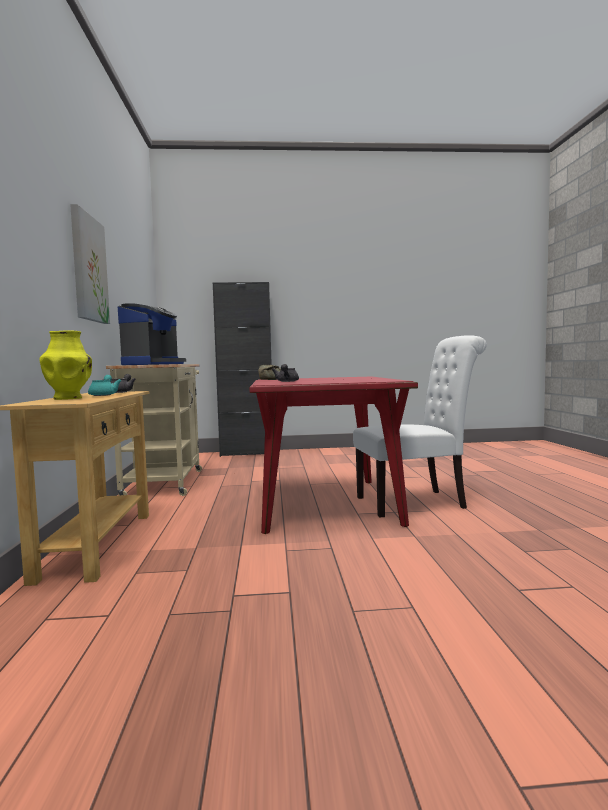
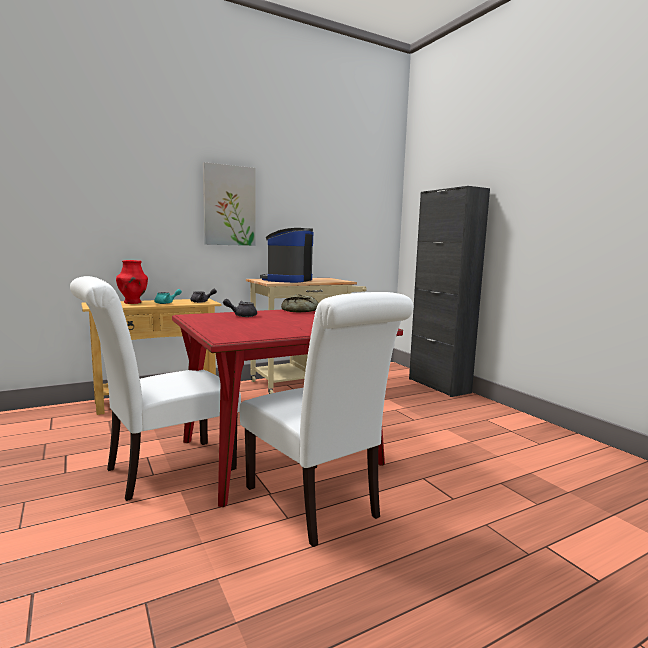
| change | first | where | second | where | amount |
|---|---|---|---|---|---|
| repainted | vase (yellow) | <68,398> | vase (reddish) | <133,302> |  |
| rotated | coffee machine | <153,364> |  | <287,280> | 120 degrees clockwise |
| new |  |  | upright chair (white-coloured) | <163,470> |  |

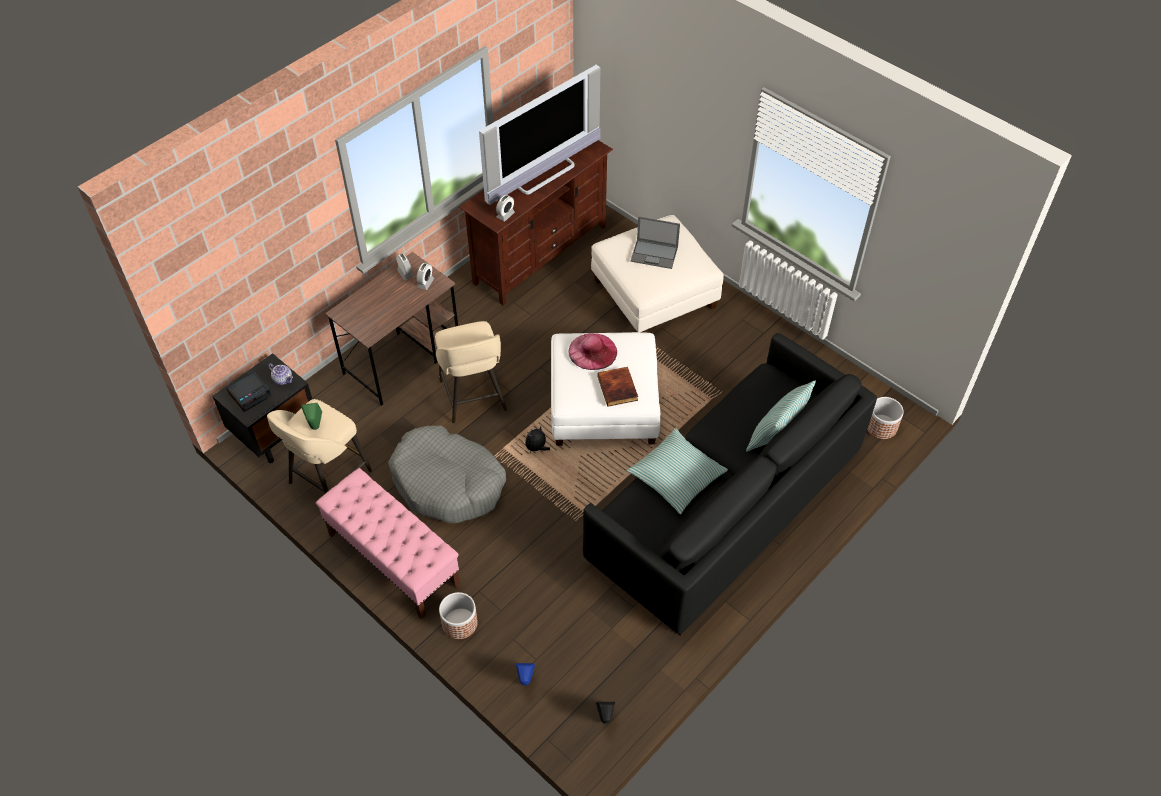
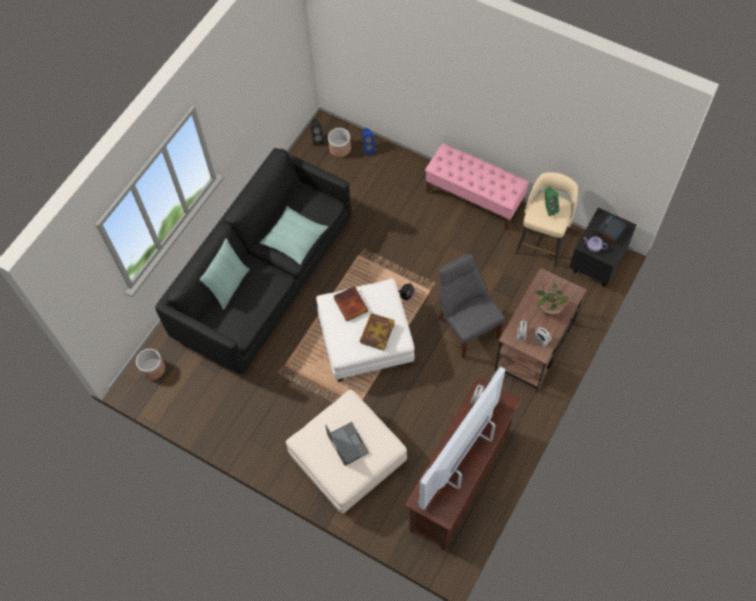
| change | first | where | second | where | amount |
|---|---|---|---|---|---|
| gone | dog cushion (gray) | <448,483> |  |  |  |
| swapped | sitting stool (beige) | <473,397> | upright chair (gray) | <466,326> |  |
| shifted | plant pot | <459,623> |  | <340,148> |  |
| swapped | clothing hat (pink) | <592,351> | bound book | <377,333> |  |
| rotated | notebook computer | <655,254> |  | <347,443> | 60 degrees clockwise |
| new |  |  | houseplant | <549,308> |  |

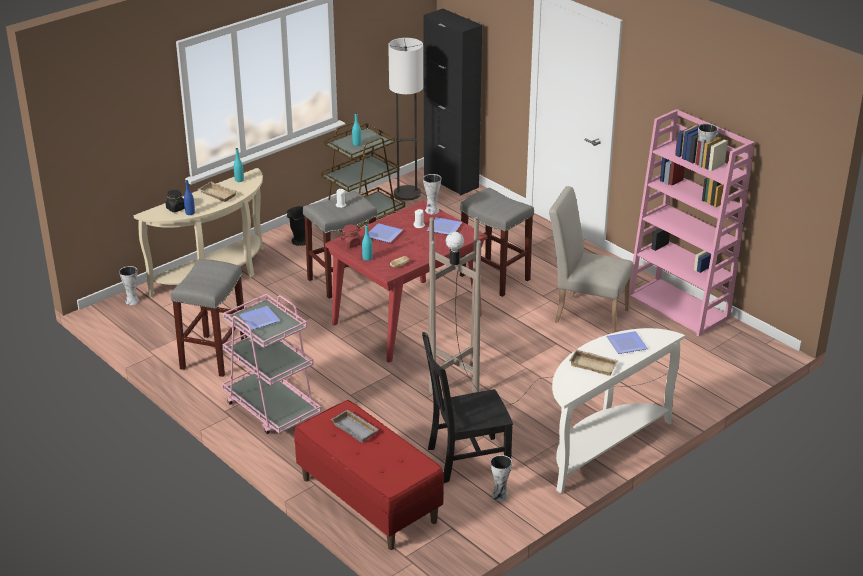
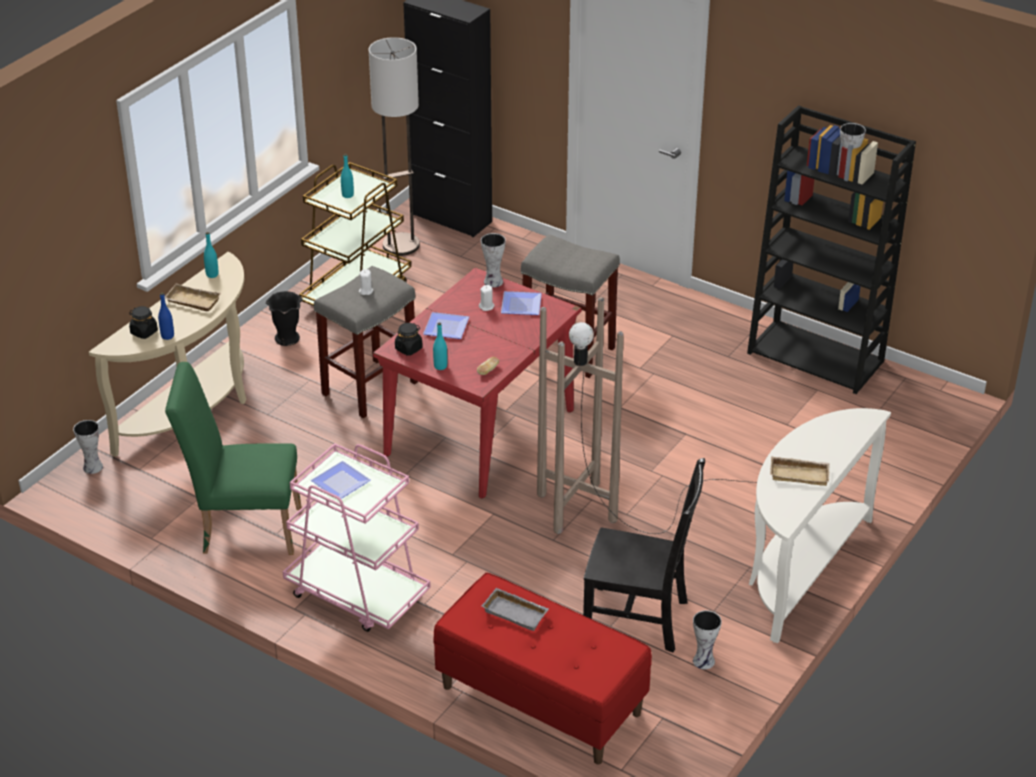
| change | first | where | second | where | amount |
|---|---|---|---|---|---|
| swapped | sitting stool (gray) | <214,355> | upright chair (green-coloured) | <243,528> |  |
| repainted | storage jar (reddish) | <351,244> | storage jar (black-coloured) | <408,348> |  |
| rotated | upright chair (black-coloured) | <465,459> |  | <639,619> | 135 degrees counterclockwise |
| gone | upright chair (beige) | <586,313> |  |  |  |
| gone | flat dish | <626,345> |  |  |  |
| repainted | bookshelf (pink) | <679,307> | bookshelf (black-coloured) | <817,357> |  |

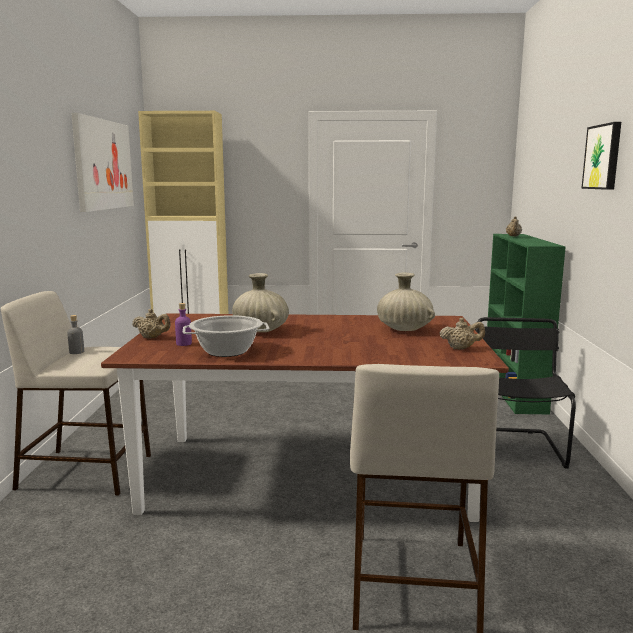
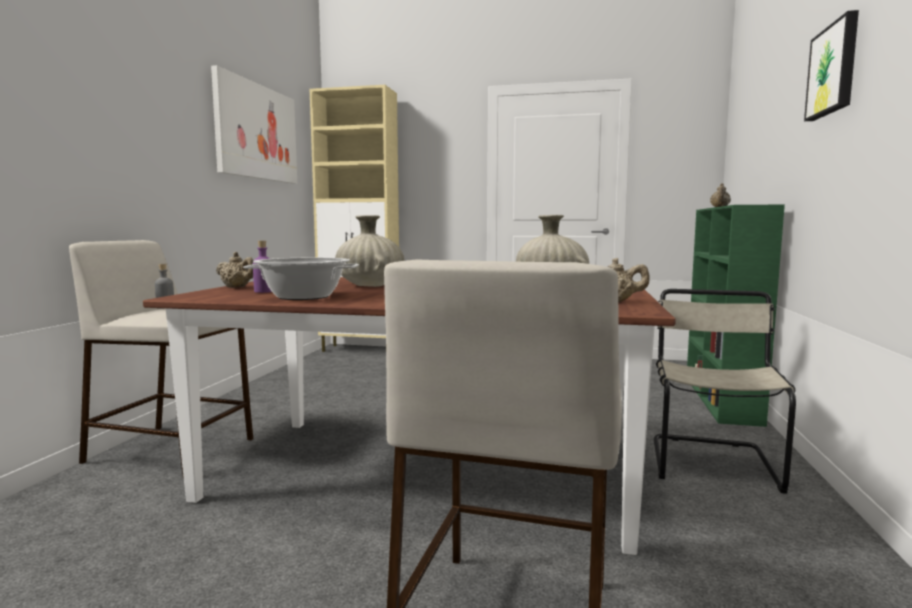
| change | first | where | second | where | amount |
|---|---|---|---|---|---|
| repainted | upright chair (black-coloured) | <515,447> | upright chair (beige) | <711,461> |  |

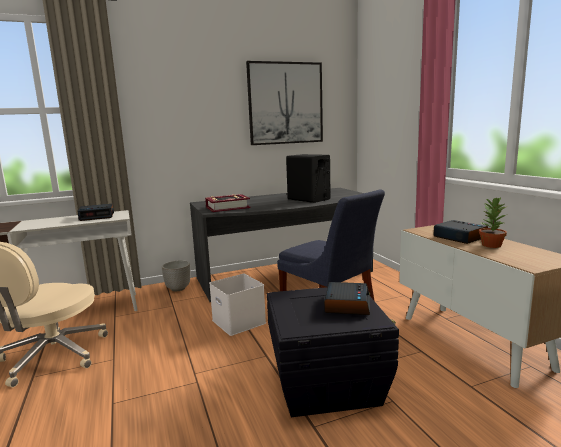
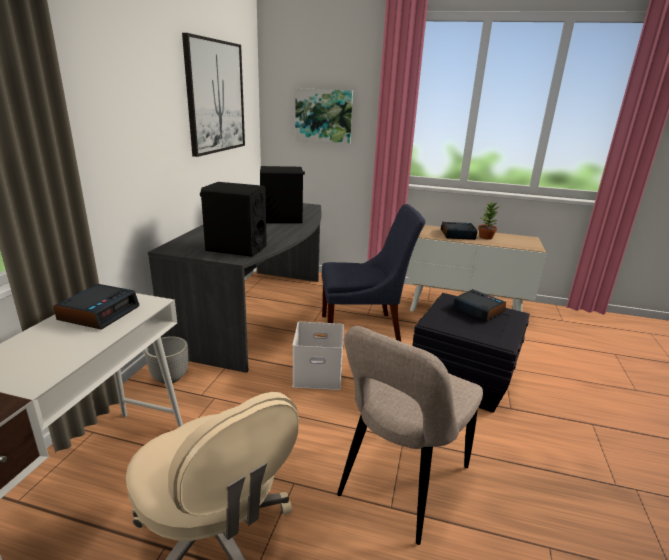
| change | first | where | second | where | amount |
|---|---|---|---|---|---|
| swapped | bound book | <227,207> | loudspeaker (black-coloured) | <236,248> |  |
| new |  |  | wall art | <324,116> |  |
| new |  |  | upright chair (beige) | <400,484> |  |

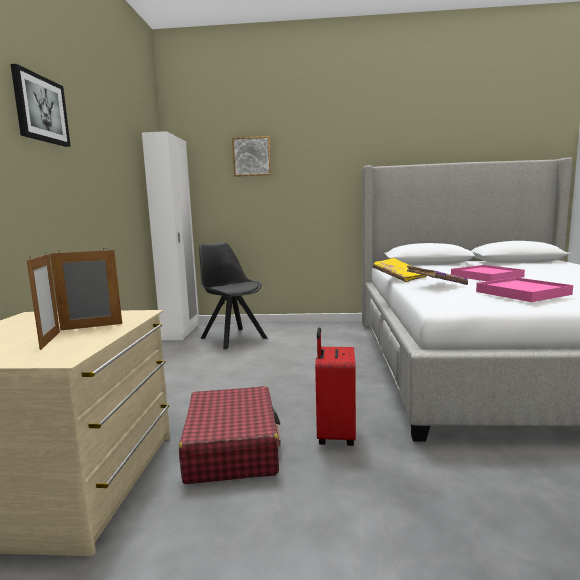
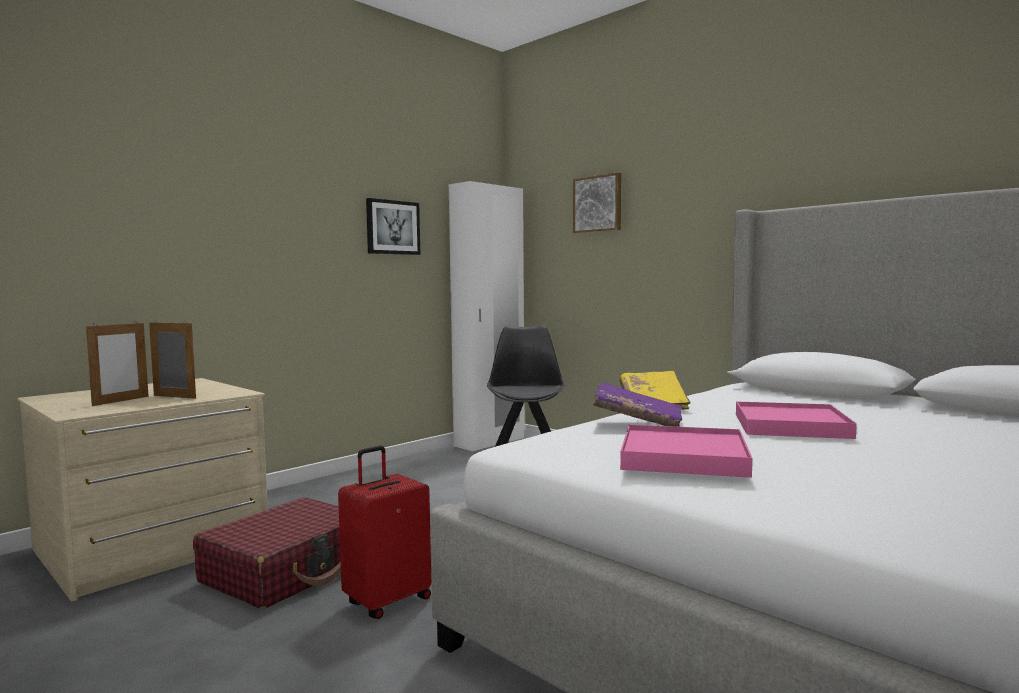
| change | first | where | second | where | amount |
|---|---|---|---|---|---|
| shifted | wall art | <40,109> |  | <392,227> |  |

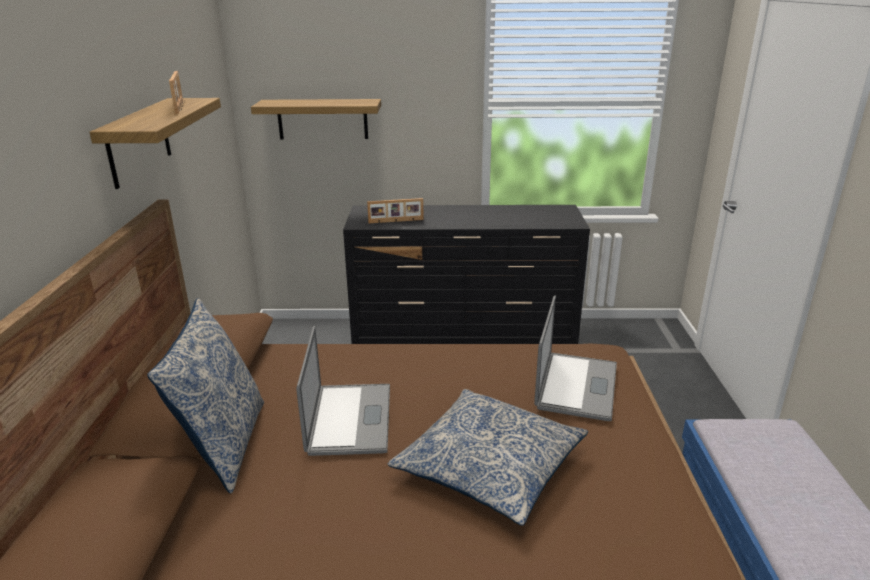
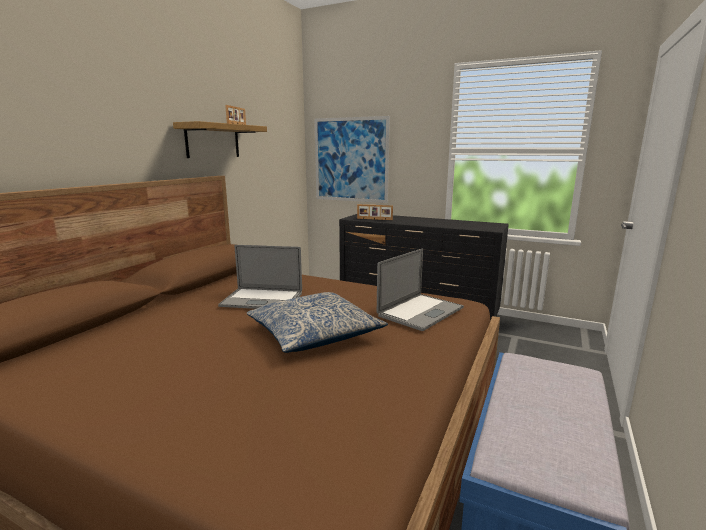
| change | first | where | second | where | amount |
|---|---|---|---|---|---|
| gone | cushion | <224,445> |  |  |  |
| swapped | bracket shelf | <322,119> | wall art | <351,160> |  |
| rotated | notebook computer | <350,419> |  | <262,299> | 75 degrees clockwise |

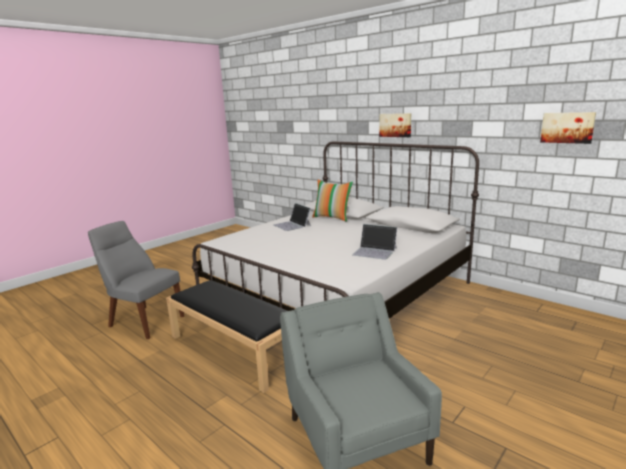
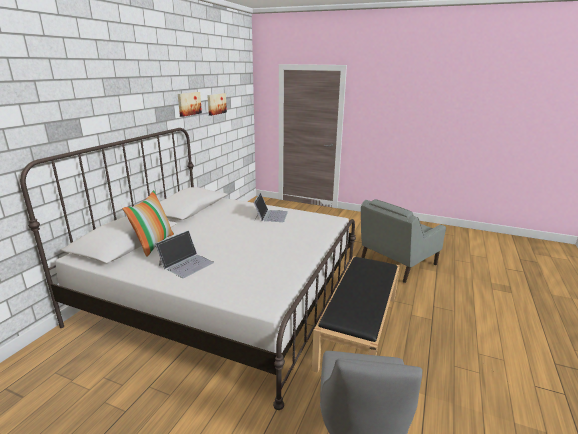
| change | first | where | second | where | amount |
|---|---|---|---|---|---|
| shifted | wall art | <395,125> |  | <188,103> |  |

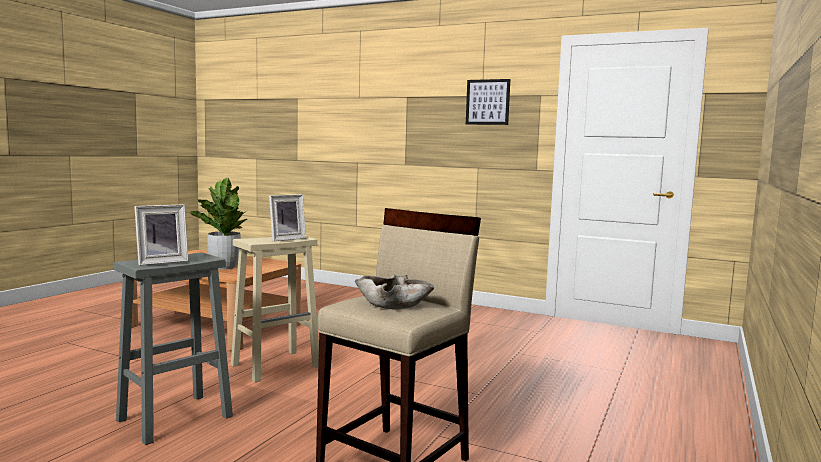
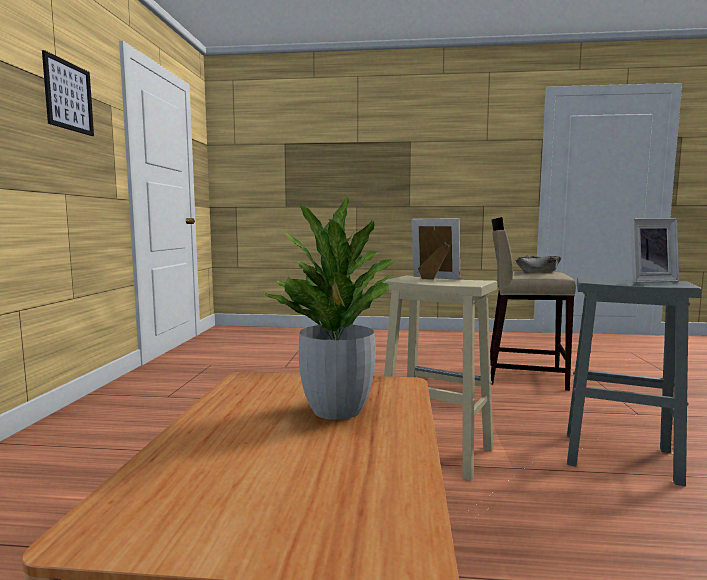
| change | first | where | second | where | amount |
|---|---|---|---|---|---|
| rotated | standing frame | <161,262> |  | <648,281> | 135 degrees clockwise |

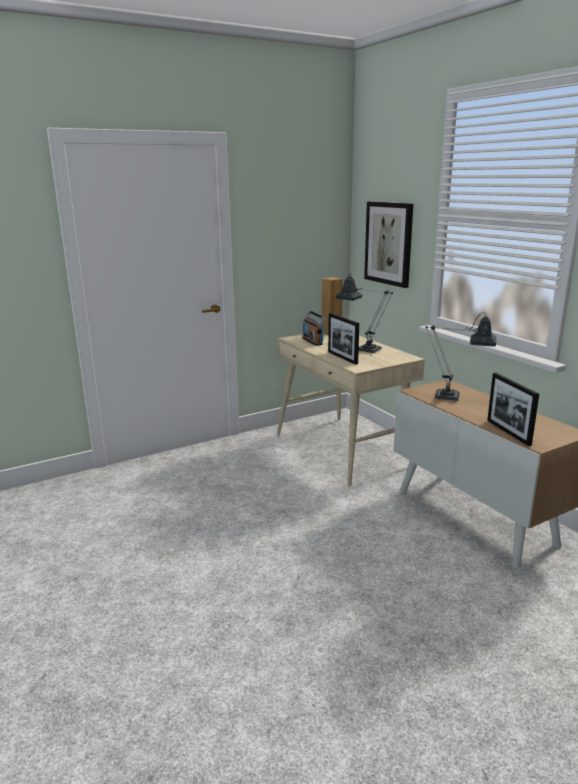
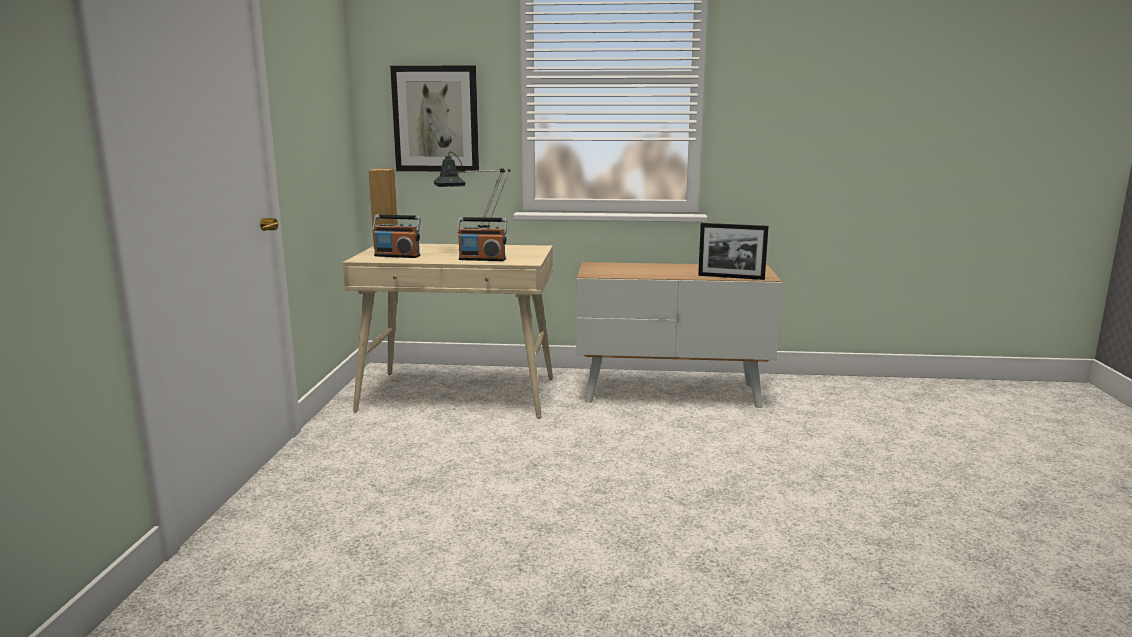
| change | first | where | second | where | amount |
|---|---|---|---|---|---|
| swapped | standing frame | <342,357> | radio receiver | <482,259> |  |
| gone | table lamp | <454,397> |  |  |  |

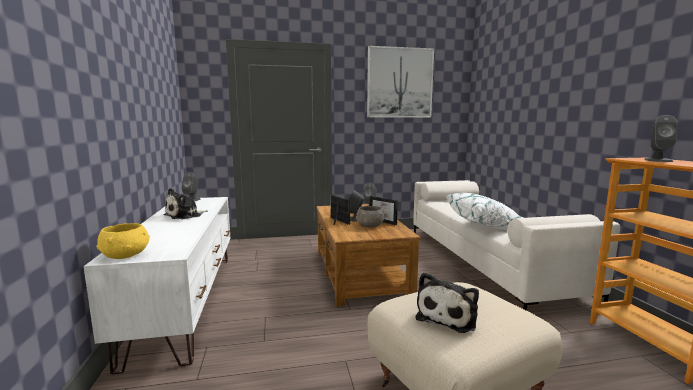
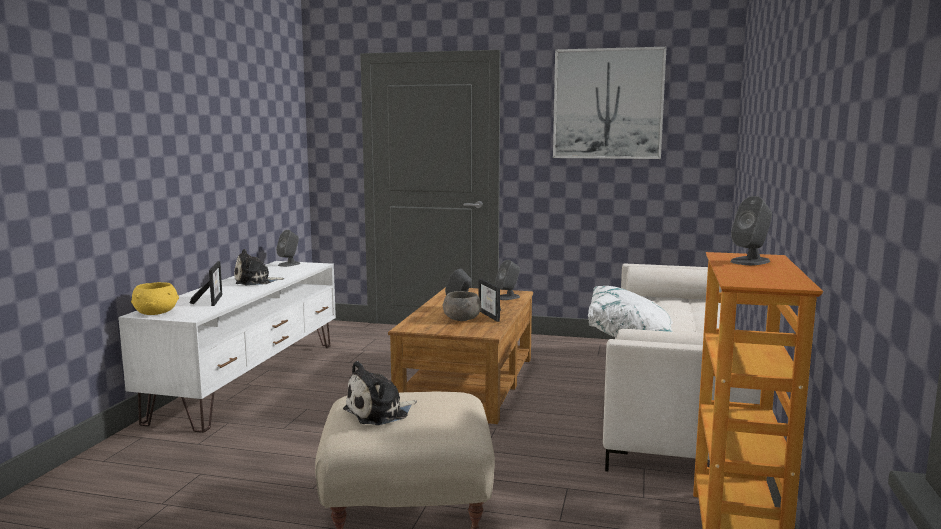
| change | first | where | second | where | amount |
|---|---|---|---|---|---|
| shifted | standing frame | <337,221> |  | <212,300> |  |

